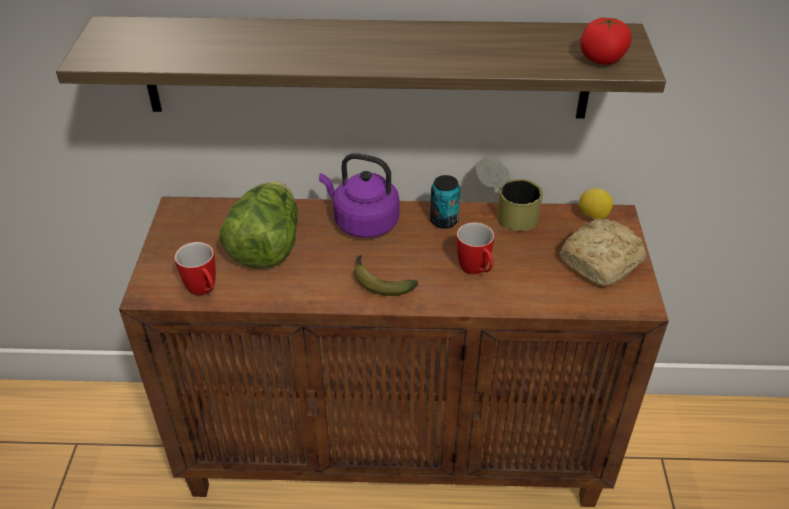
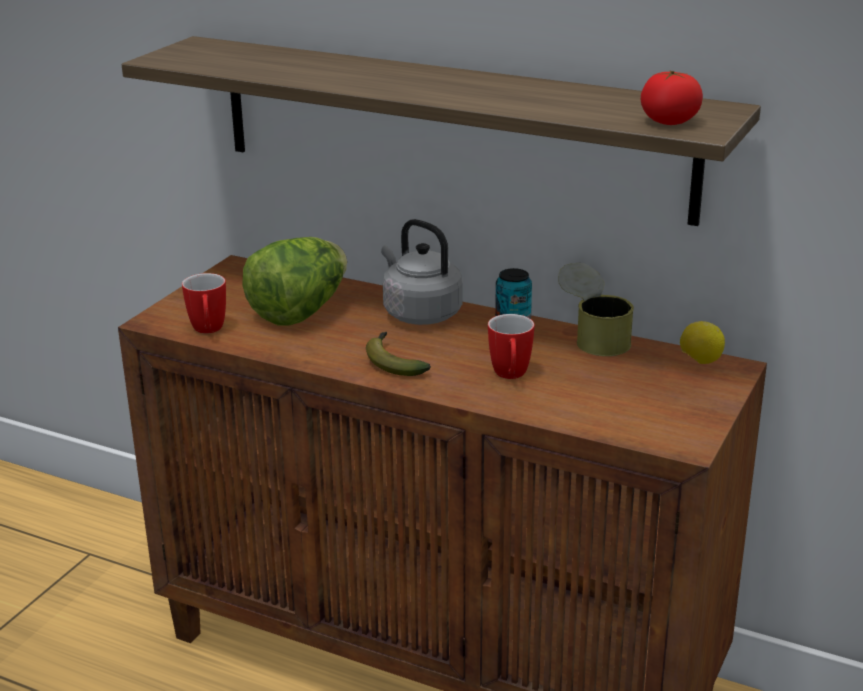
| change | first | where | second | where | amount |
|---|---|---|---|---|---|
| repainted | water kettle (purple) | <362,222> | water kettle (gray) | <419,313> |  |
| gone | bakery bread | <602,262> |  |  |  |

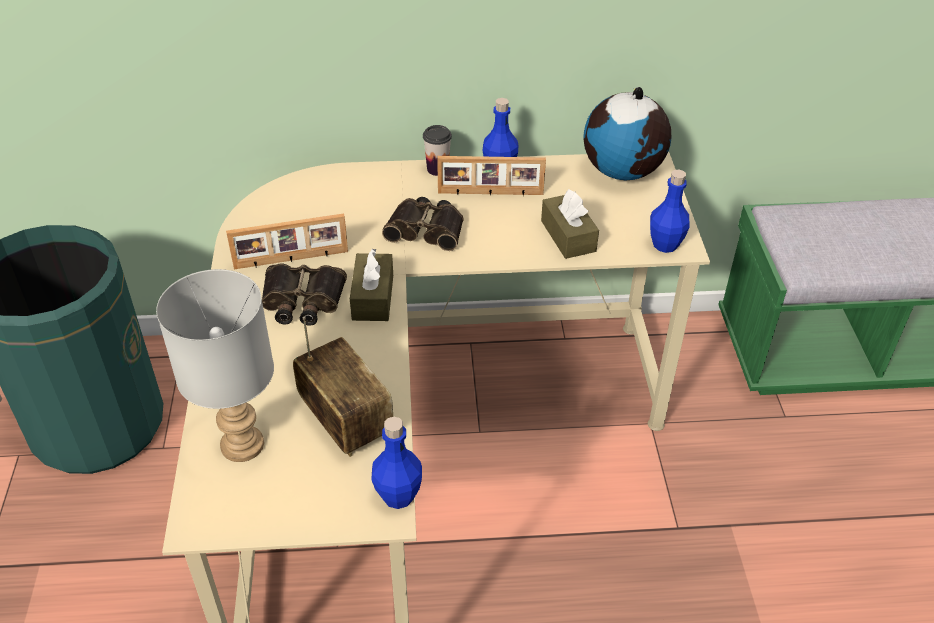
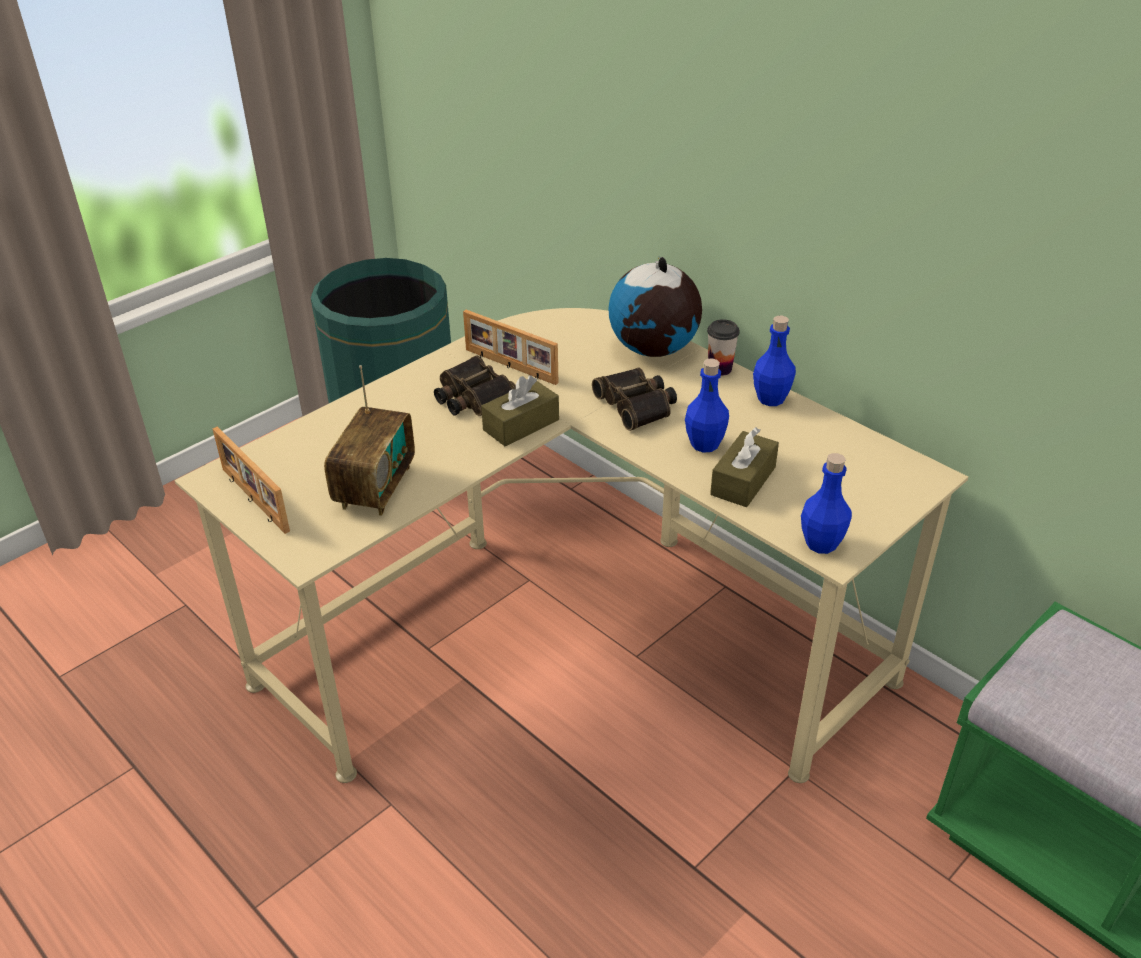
| change | first | where | second | where | amount |
|---|---|---|---|---|---|
| gone | table lamp (gray) | <240,445> |  |  |  |
| shifted | drink bottle (bluish) | <398,496> |  | <704,444> |  |
| shifted | standing frame | <490,194> |  | <253,500> |  |
| shifted | desk globe | <623,172> |  | <653,350> |  |

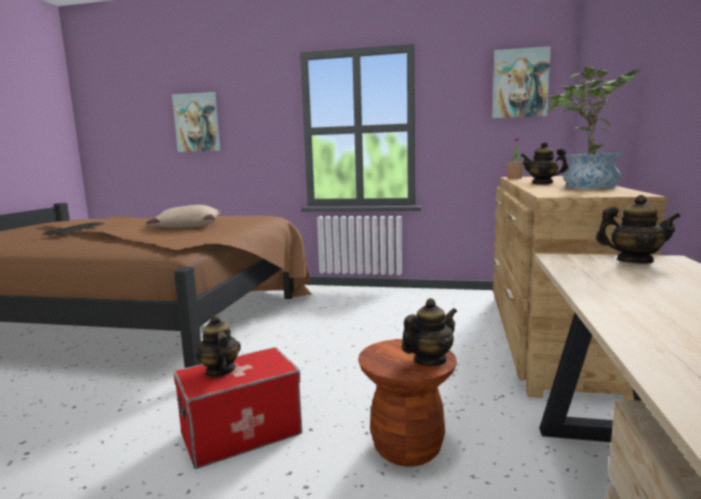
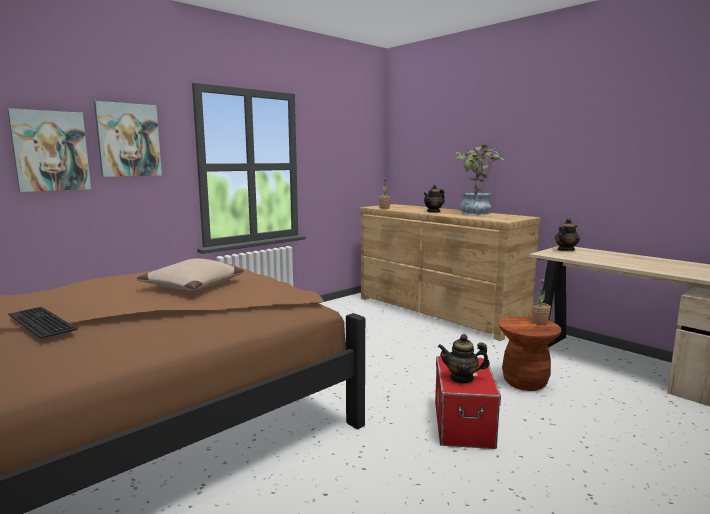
| change | first | where | second | where | amount |
|---|---|---|---|---|---|
| swapped | pot for tea | <429,360> | houseplant | <539,322> |  |
| shifted | wall art | <520,83> |  | <128,140> |  |

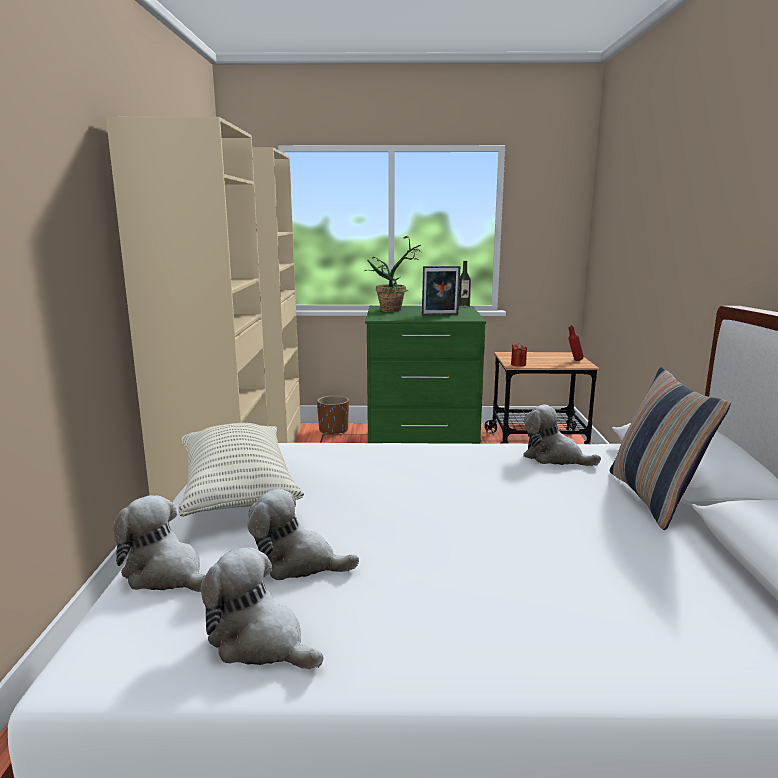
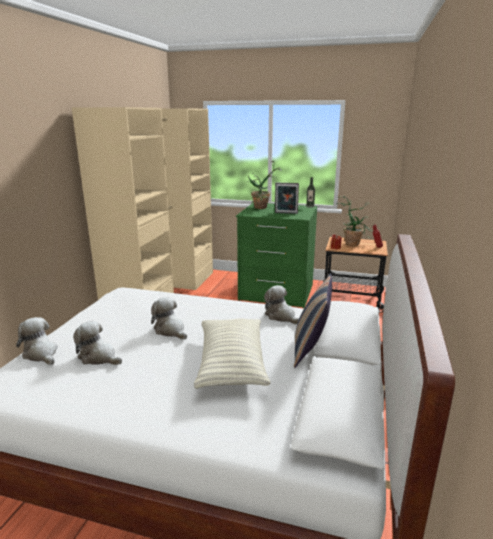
| change | first | where | second | where | amount |
|---|---|---|---|---|---|
| shifted | cushion | <237,490> |  | <231,364> |  |
| shifted | soft toy | <260,642> |  | <170,330> |  |
| gone | plant pot (brownish) | <333,430> |  |  |  |
| new |  |  | houseplant | <353,243> |  |

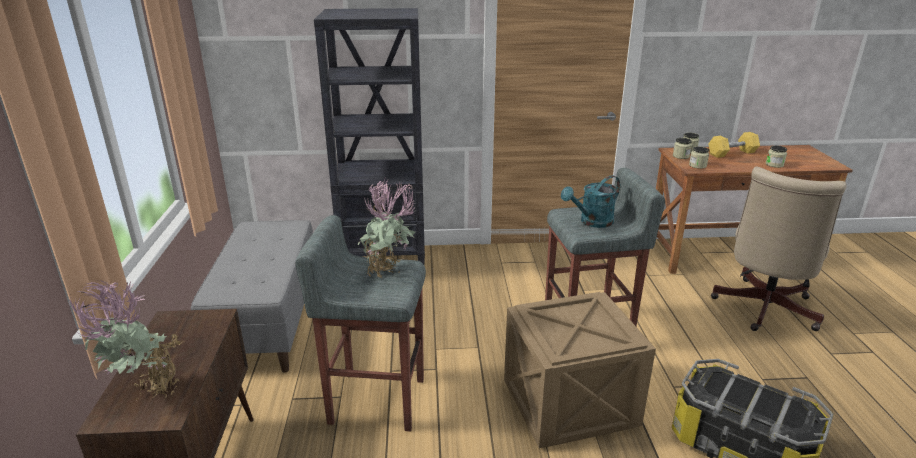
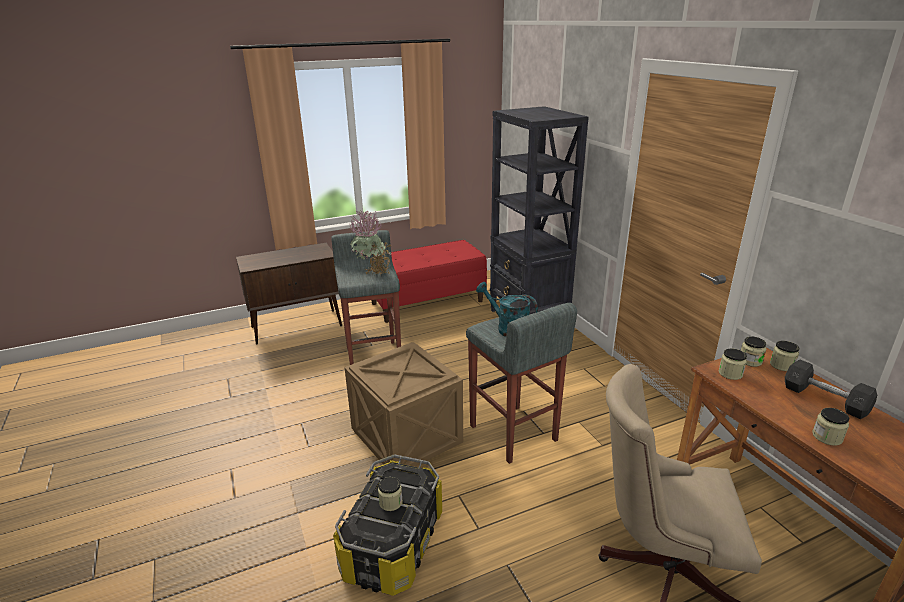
| change | first | where | second | where | amount |
|---|---|---|---|---|---|
| gone | houseplant | <145,394> |  |  |  |
| repainted | long seat (gray) | <268,322> | long seat (reddish) | <427,302> |  |
| repainted | free weight (yellow) | <732,153> | free weight (gray) | <824,399> |  |
| new |  |  | storage jar | <391,502> |  |

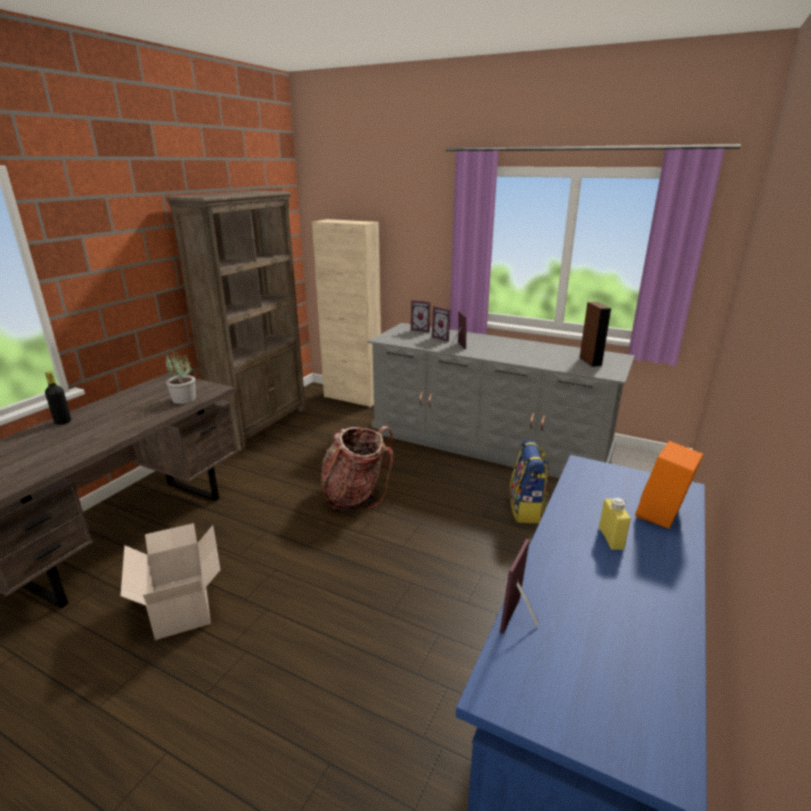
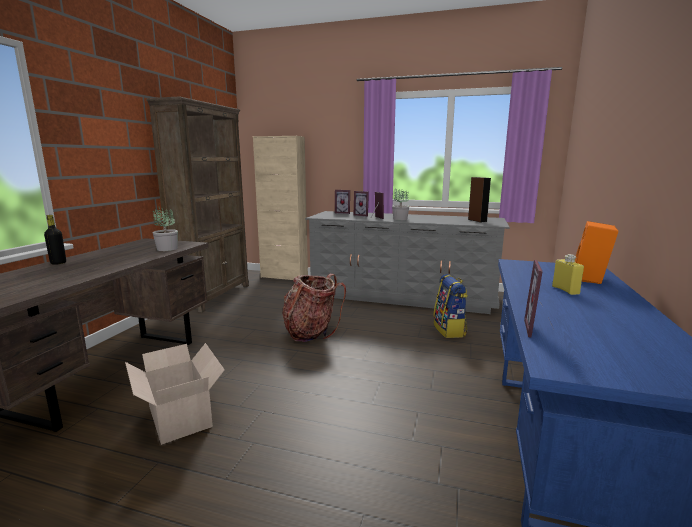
| change | first | where | second | where | amount |
|---|---|---|---|---|---|
| new |  |  | houseplant | <400,219> |  |

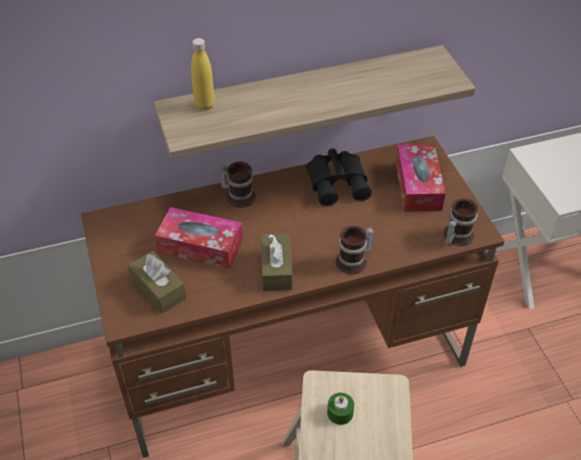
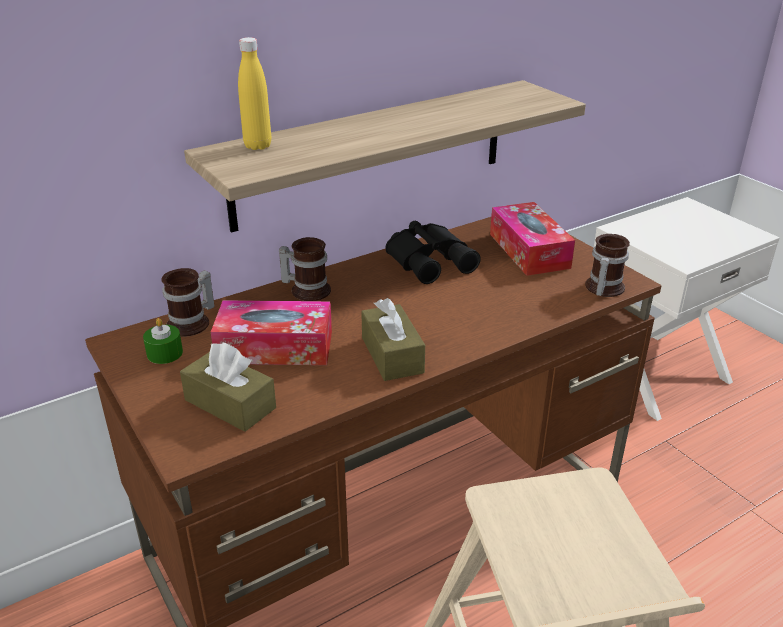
| change | first | where | second | where | amount |
|---|---|---|---|---|---|
| shifted | candle (green-coloured) | <340,413> |  | <165,353> |  |
| shifted | tea mug | <354,262> |  | <193,323> |  |

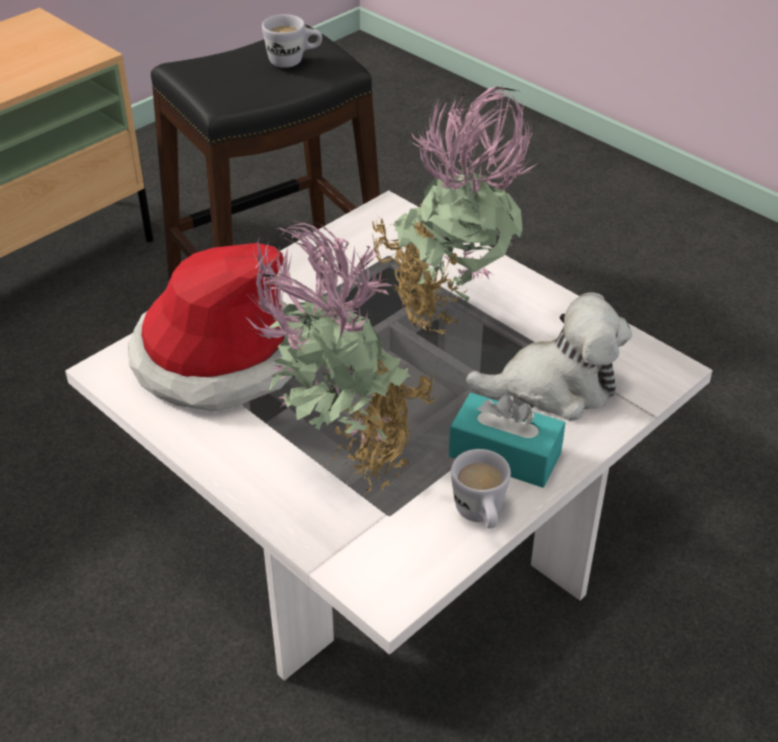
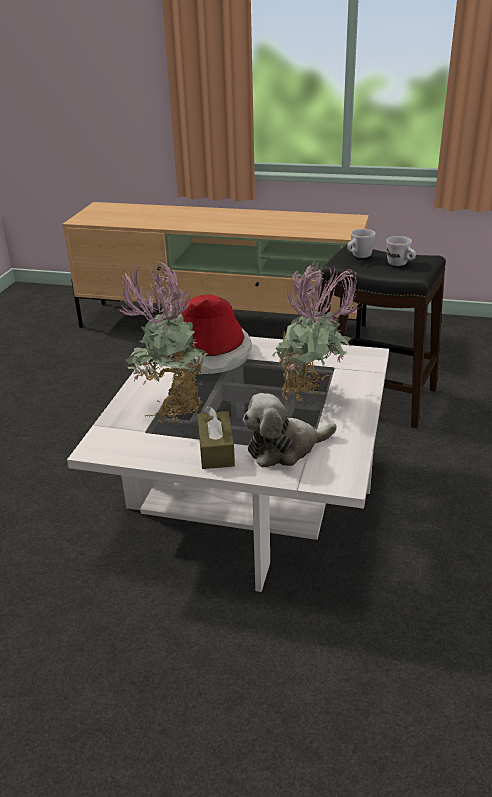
| change | first | where | second | where | amount |
|---|---|---|---|---|---|
| repainted | tissue holder (turquoise) | <505,455> | tissue holder (brownish) | <216,450> |  |
| shifted | tea mug (white-coloured) | <480,516> |  | <358,256> |  |
| rotated | soft toy | <554,387> |  | <285,448> | 105 degrees clockwise |

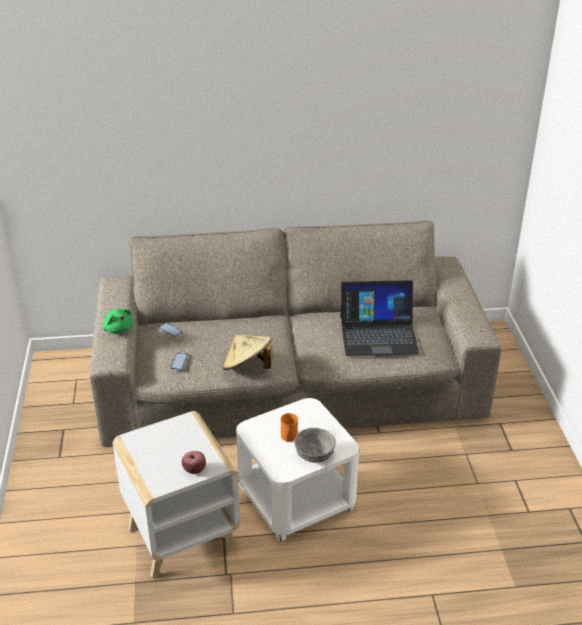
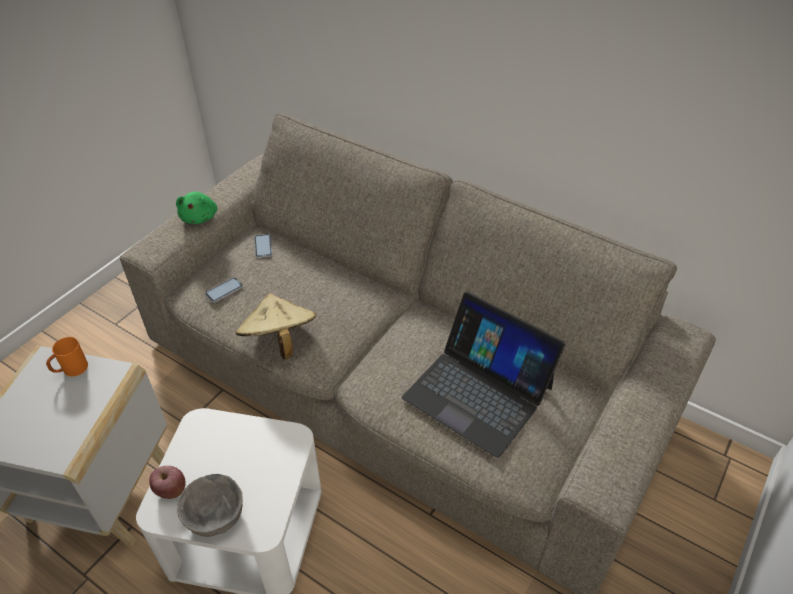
| change | first | where | second | where | amount |
|---|---|---|---|---|---|
| shifted | apple fruit | <194,470> |  | <171,490> |  |
| shifted | tea mug (orange-coloured) | <289,438> |  | <71,370> |  |

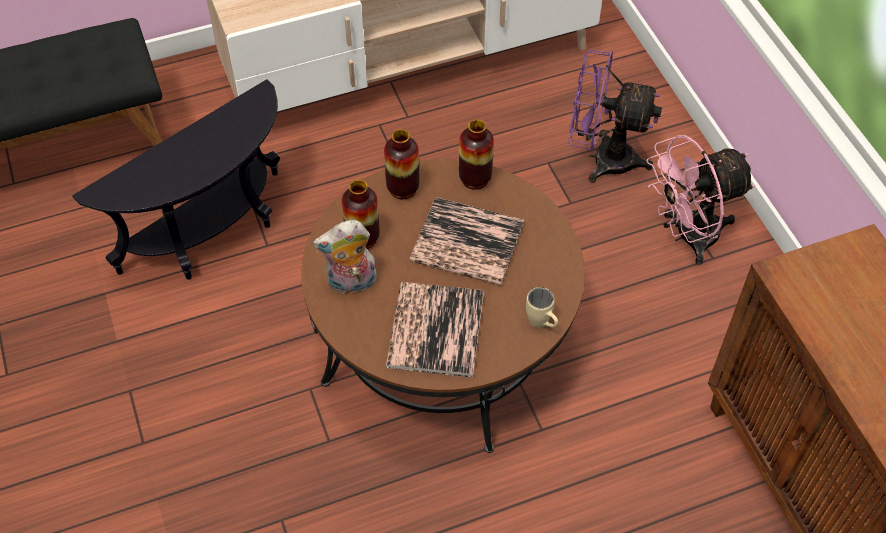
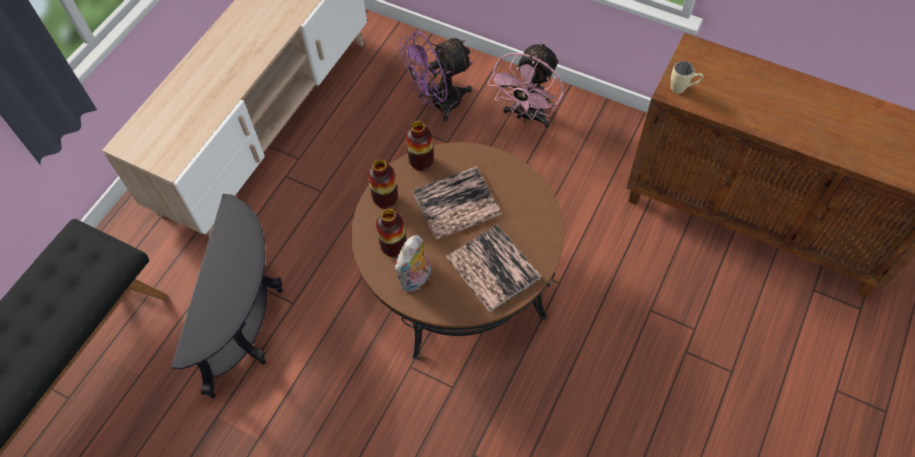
| change | first | where | second | where | amount |
|---|---|---|---|---|---|
| shifted | tea mug (beige) | <542,324> |  | <683,89> |  |

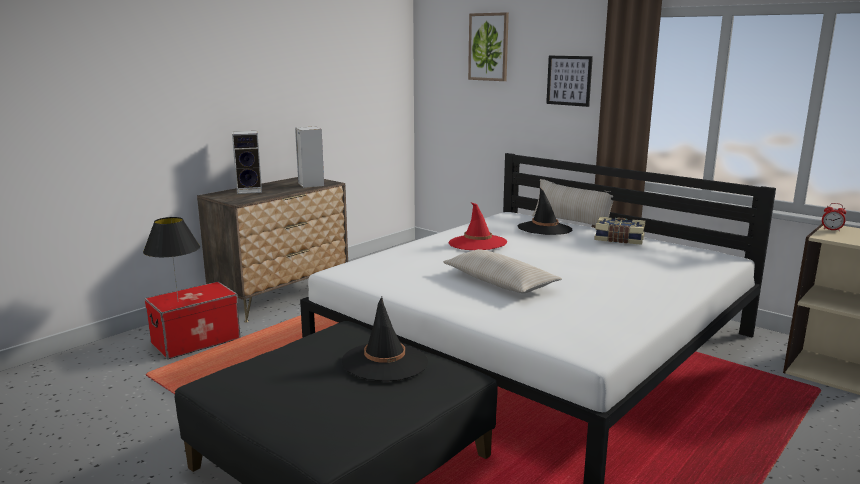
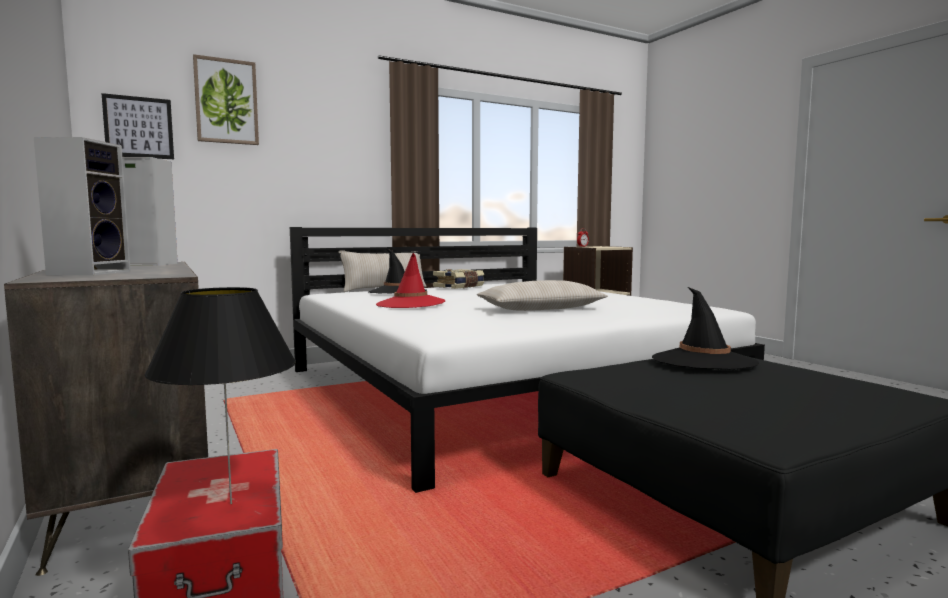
| change | first | where | second | where | amount |
|---|---|---|---|---|---|
| shifted | wall art | <569,80> |  | <139,127> |  |

